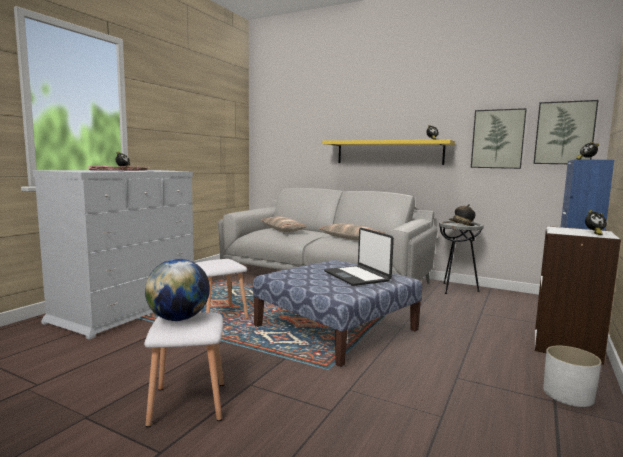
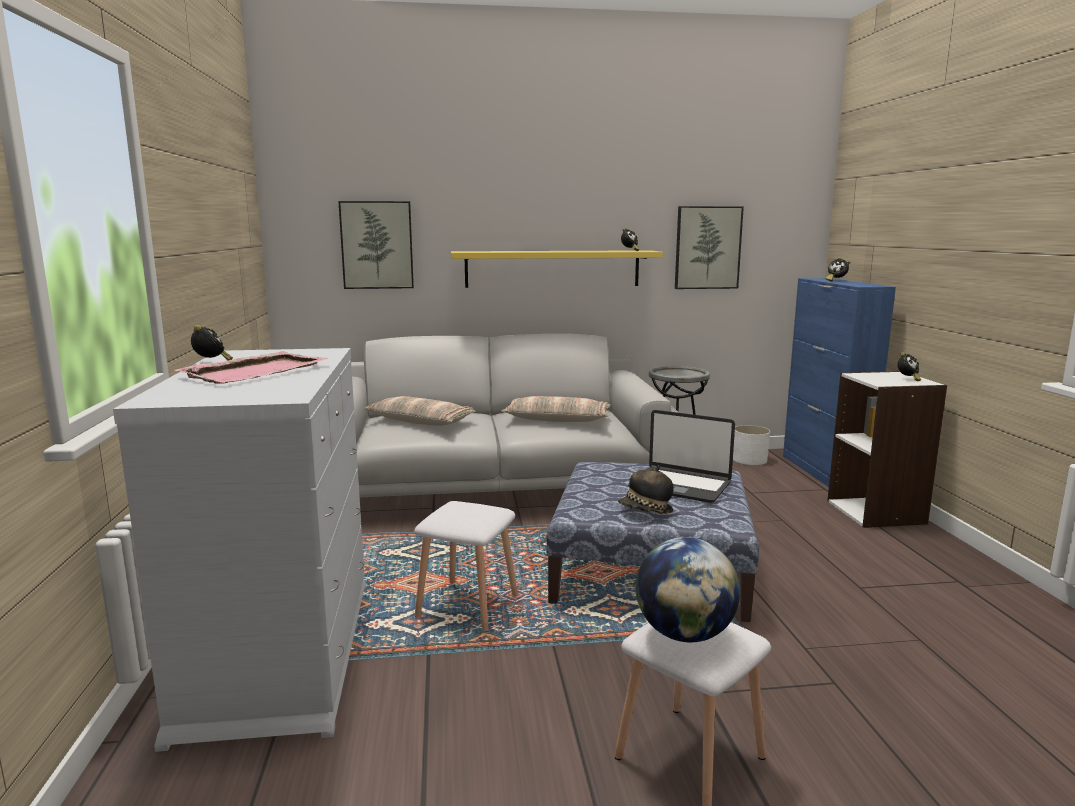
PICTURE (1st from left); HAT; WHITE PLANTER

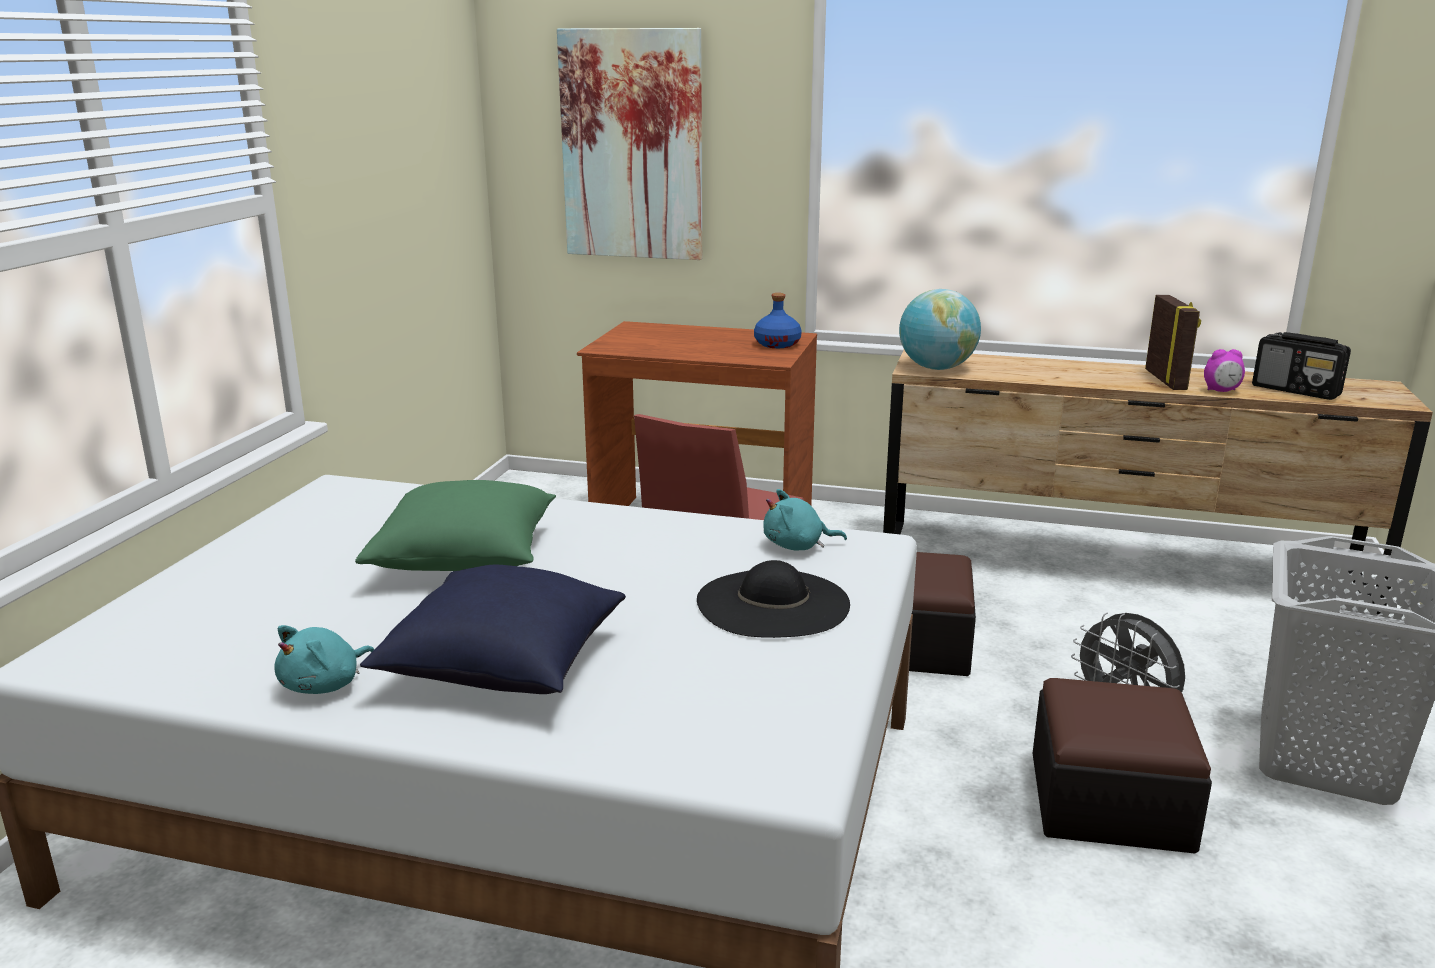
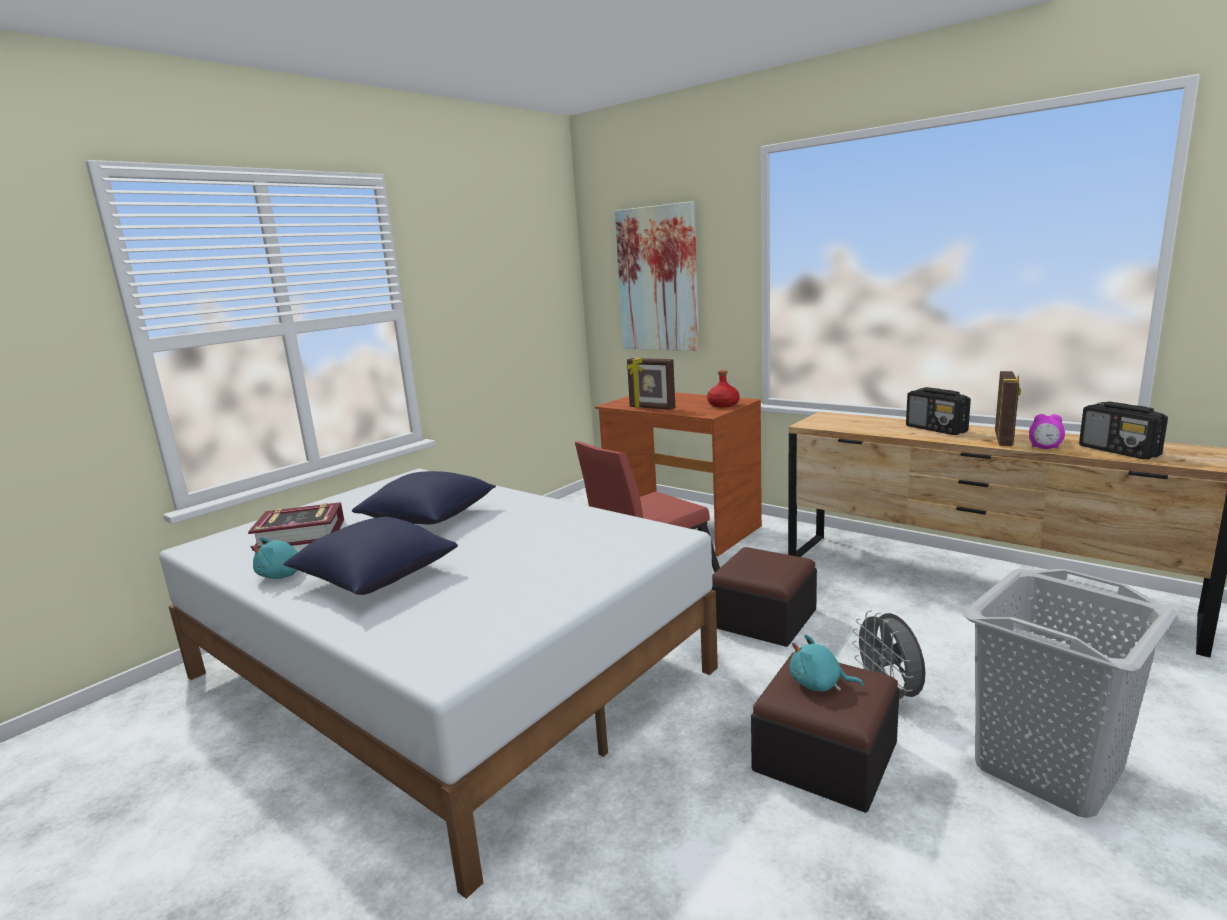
GLOBE; RED BOTTLE; BLUE PILLOW (2nd from left); TURQUOISE PLUSH TOY (2nd from left); BLACK HAT; PICTURE FRAME (1st from left); RADIO (1st from left); BOOK

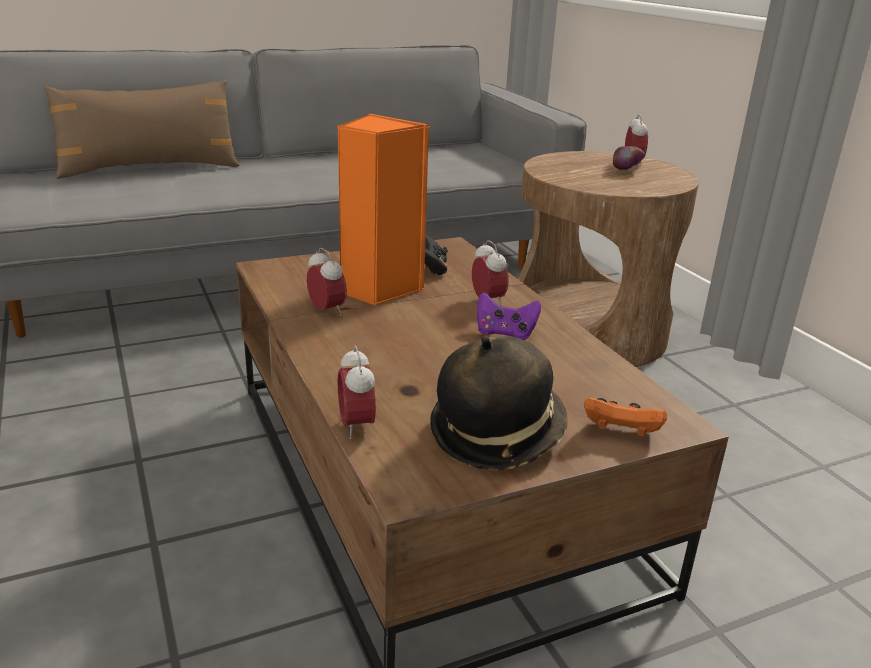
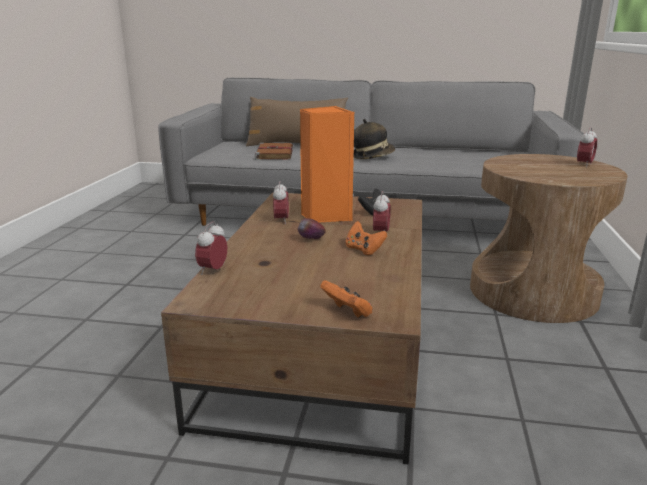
APPLE; ORANGE GAME CONTROLLER (2nd from left); HAT; BROWN BOOK

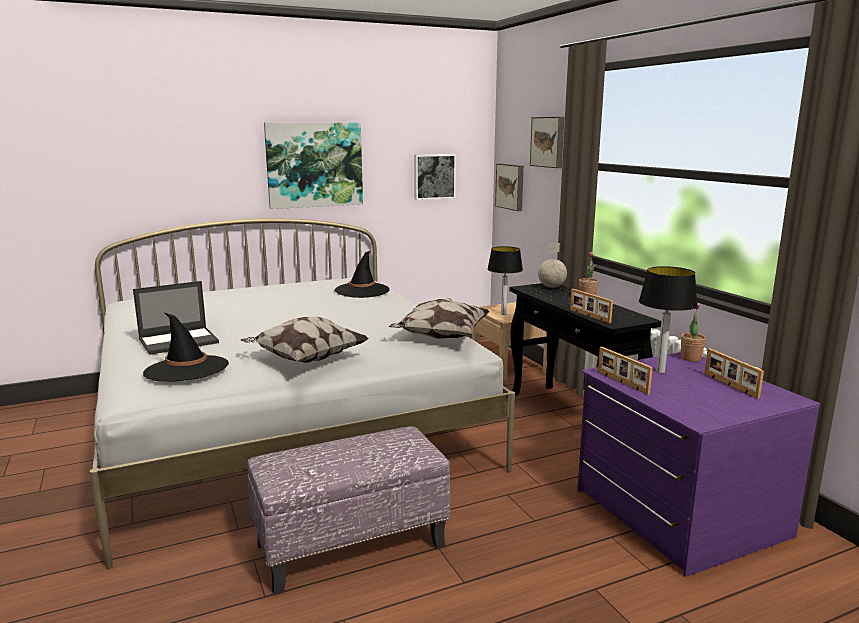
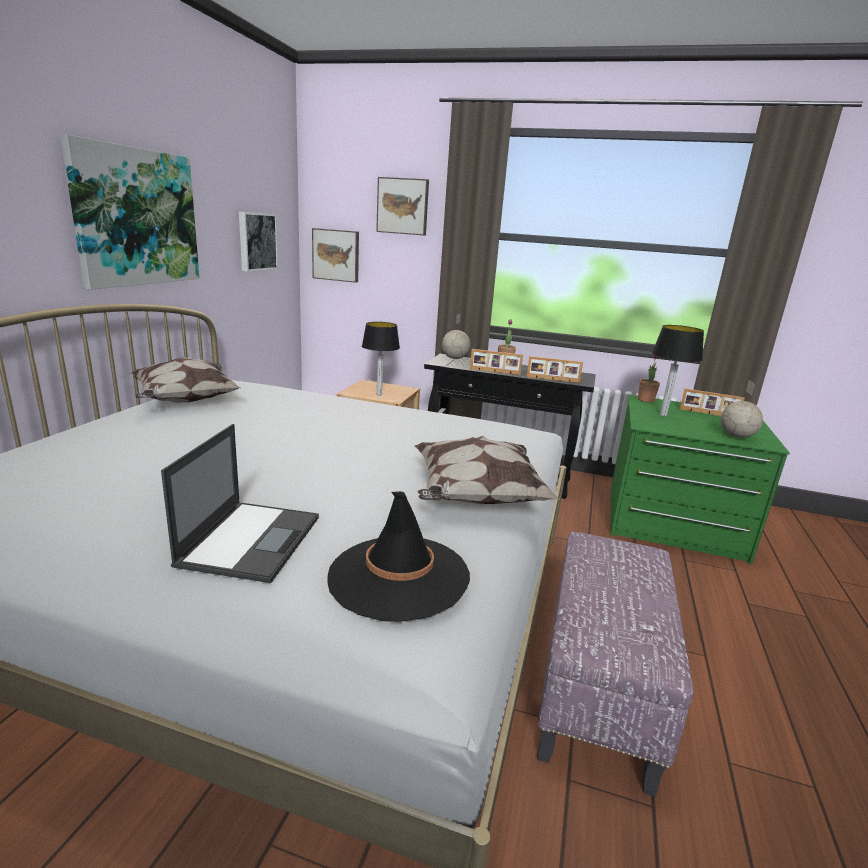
BLACK HAT (2nd from left in the first image); PILLOW (1st from left); PICTURE FRAME (1st from left); GREEN DRESSER; GLOBE (2nd from left)

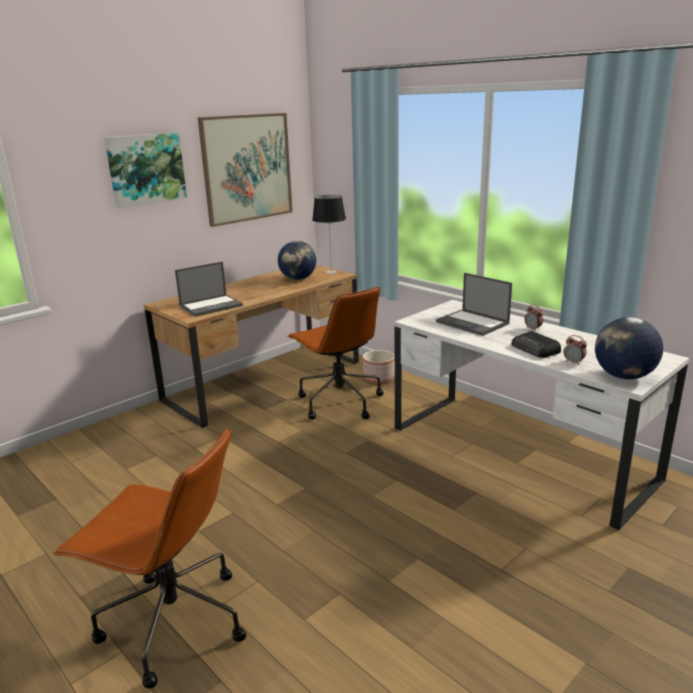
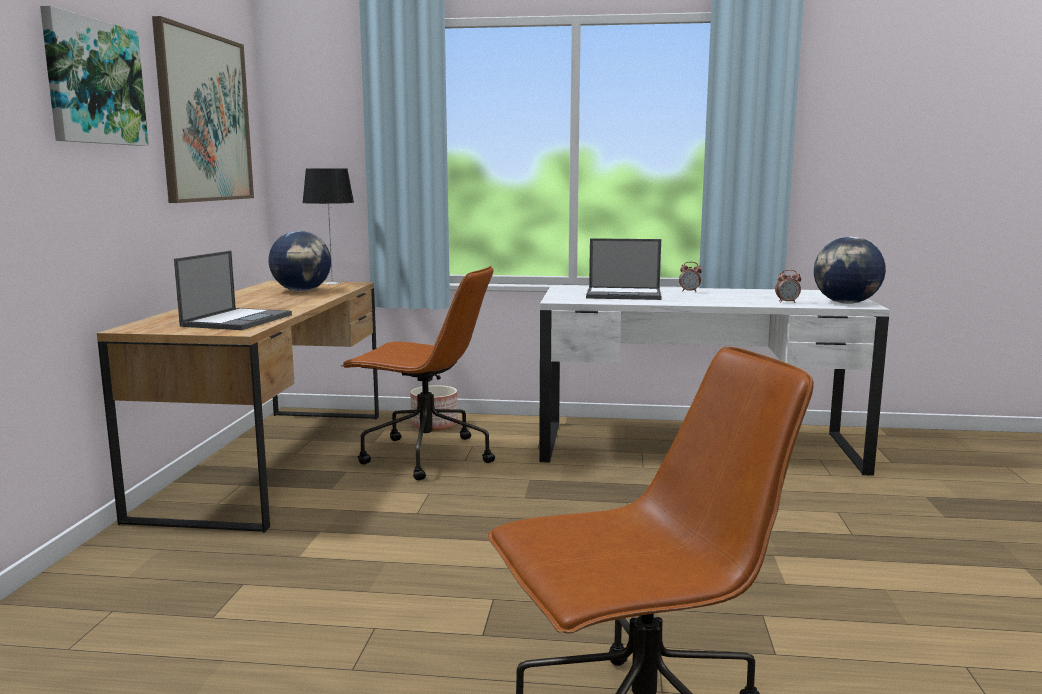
RADIO

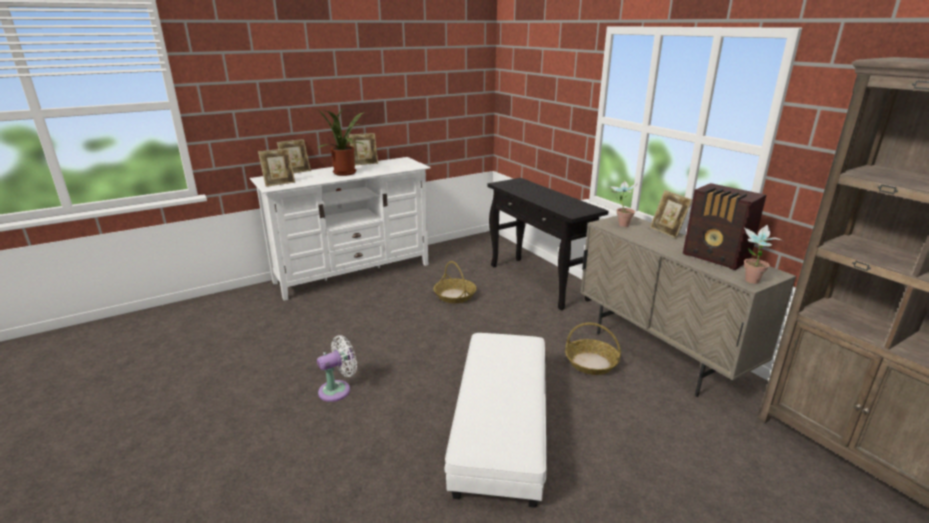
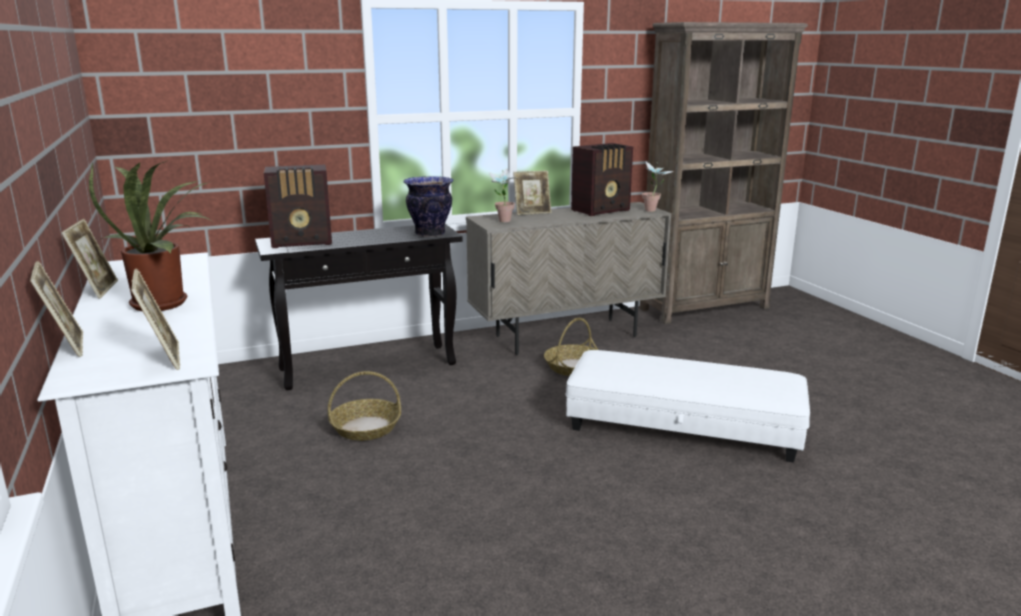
WHITE FAN; RADIO (1st from left); VASE

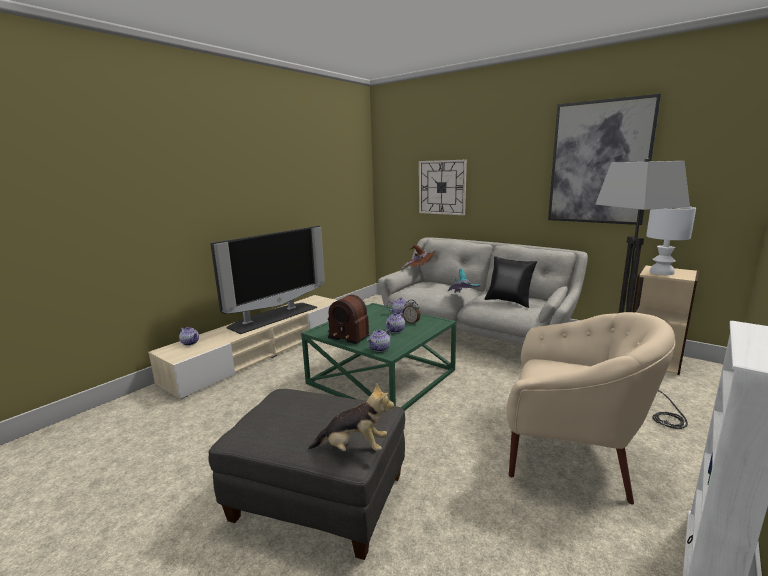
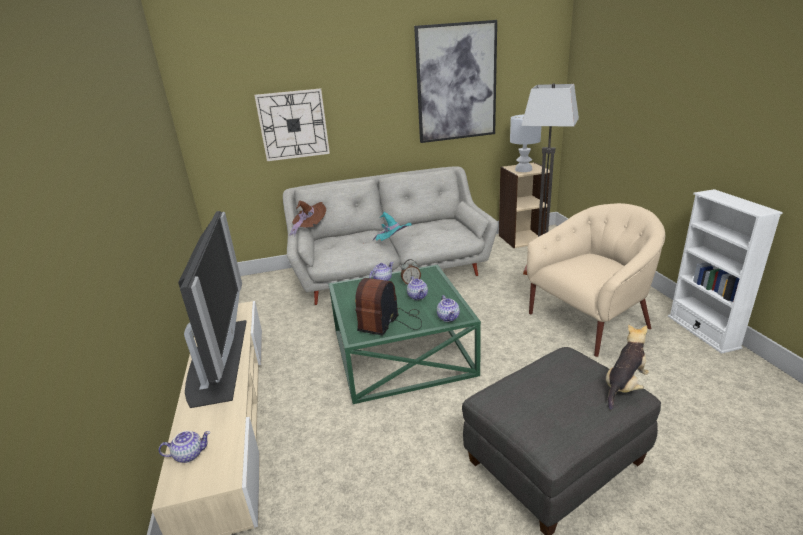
BLACK PILLOW; RADIO

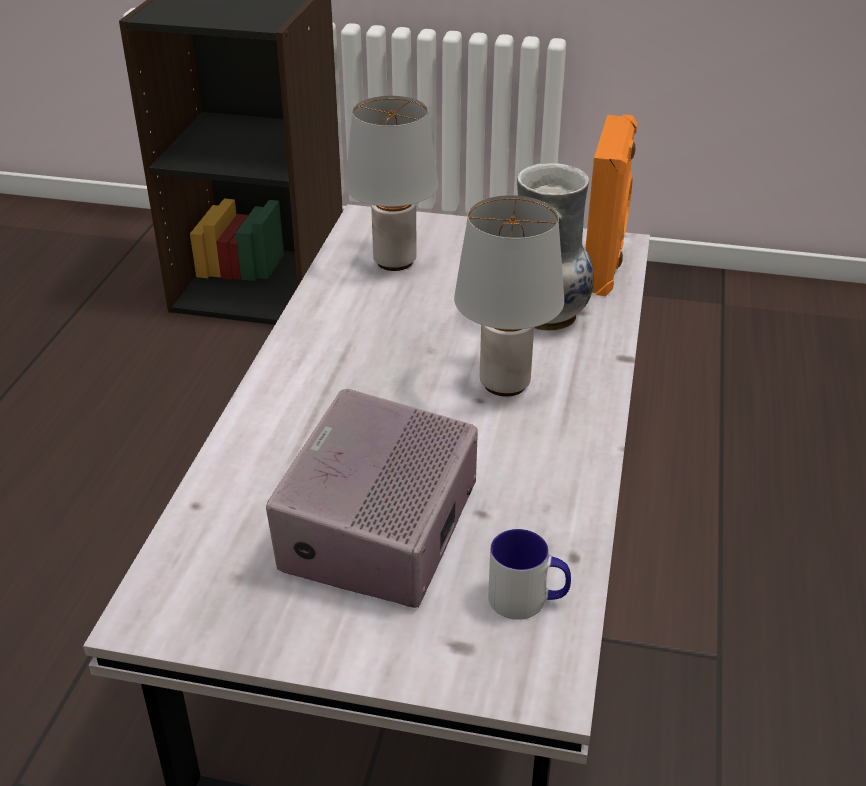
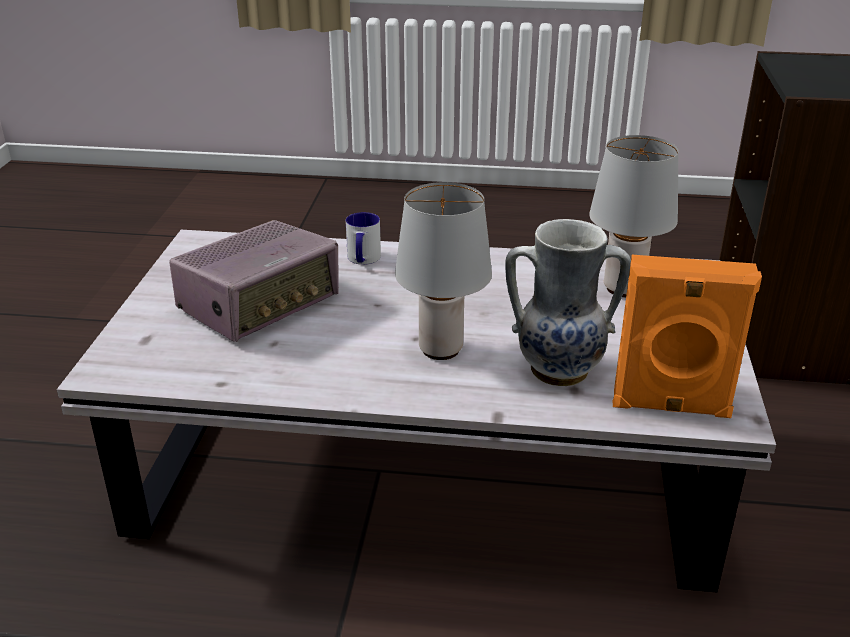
RADIO; MUG

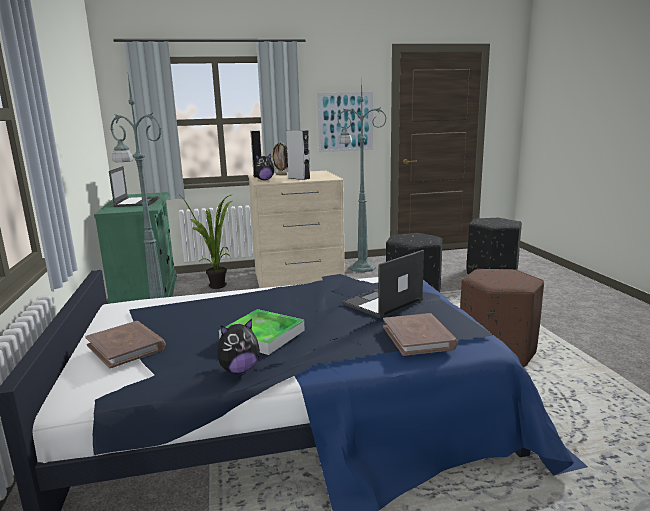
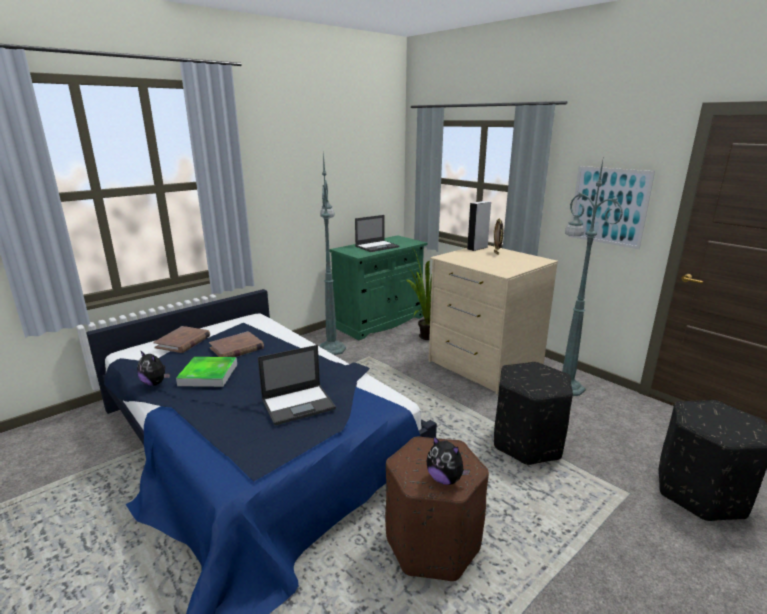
GREY SPEAKER (2nd from left in the first image); PLUSH TOY (2nd from left); LAPTOP (1st from left); BROWN BOOK (2nd from left)

